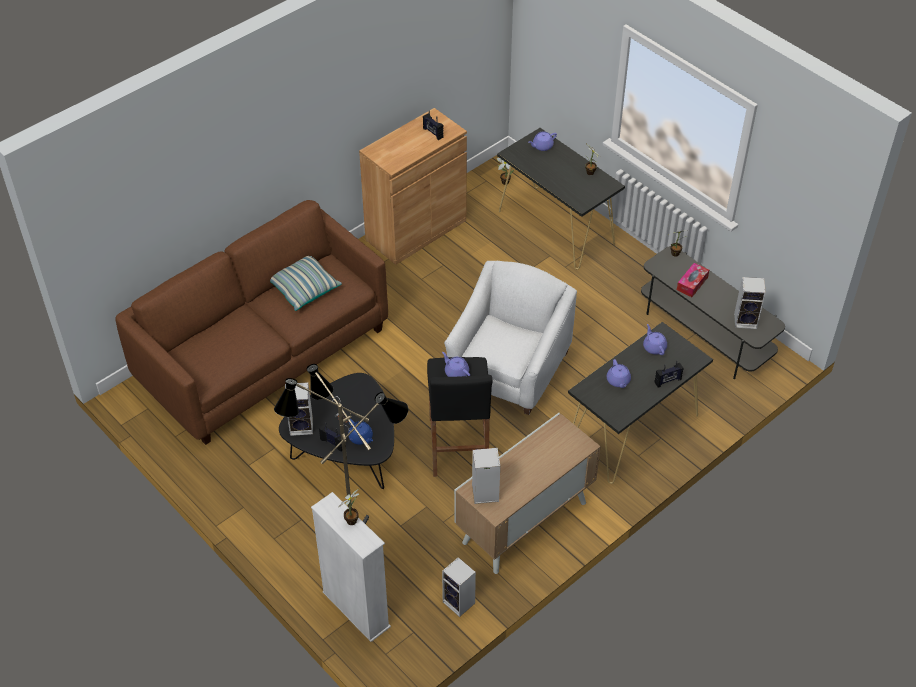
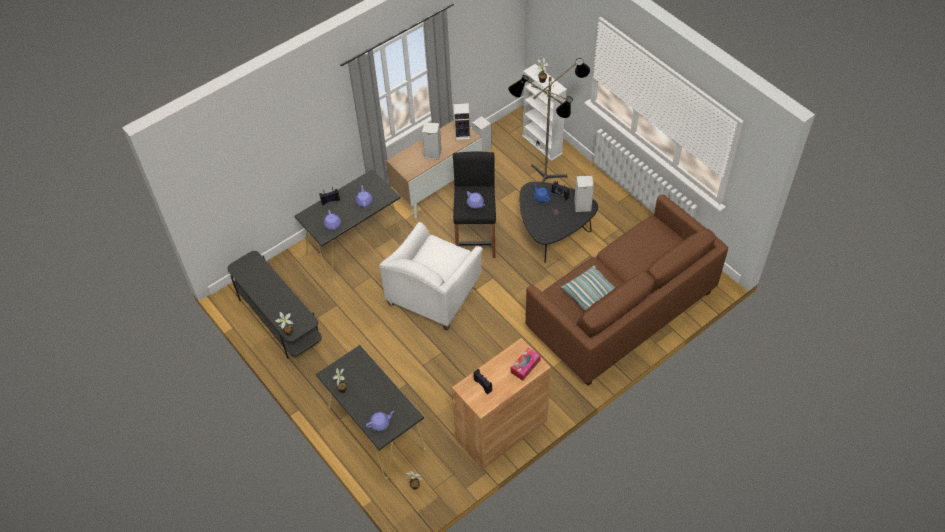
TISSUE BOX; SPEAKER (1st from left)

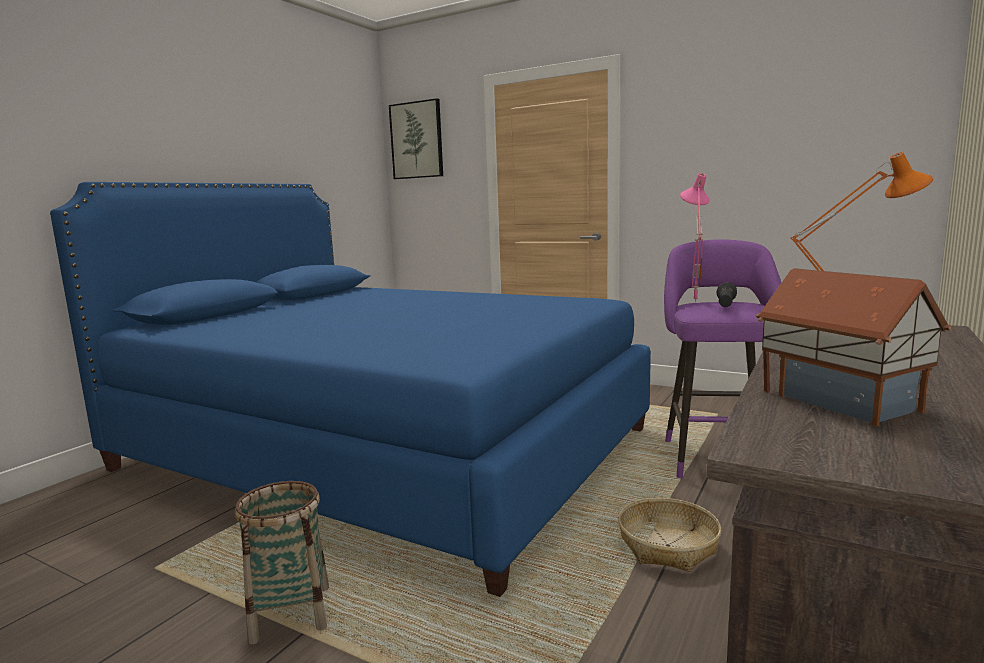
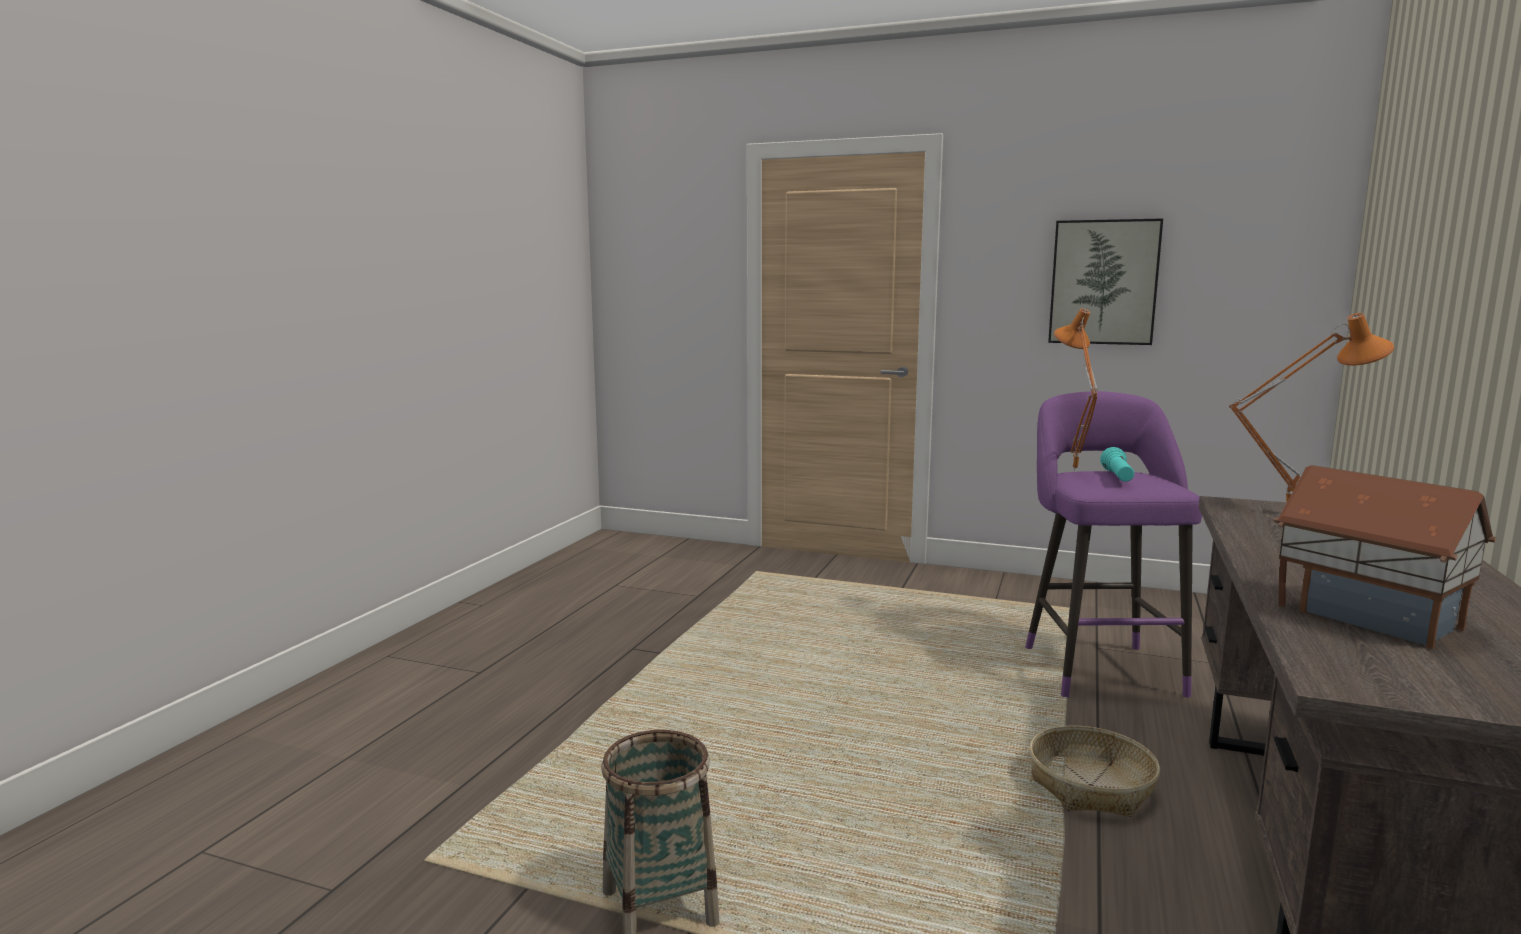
PICTURE; ORANGE TABLE LAMP (1st from left); BLUE BED; TURQUOISE FLASHLIGHT

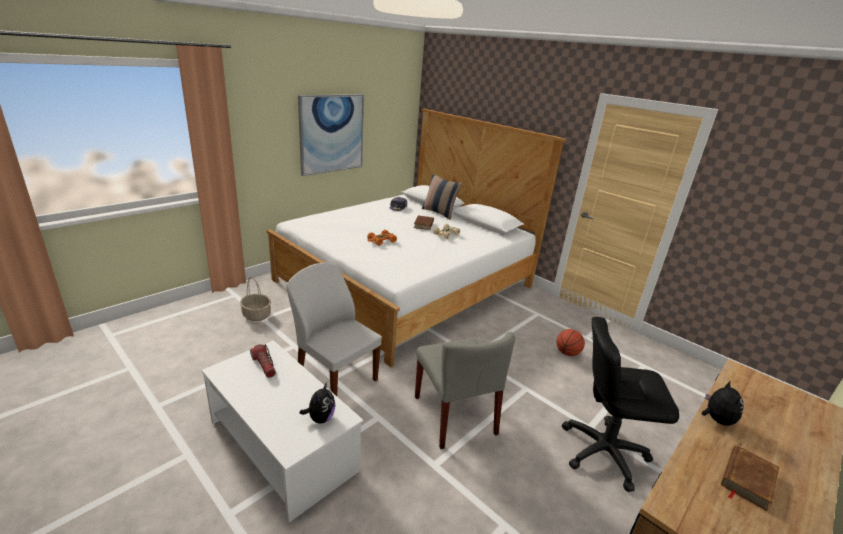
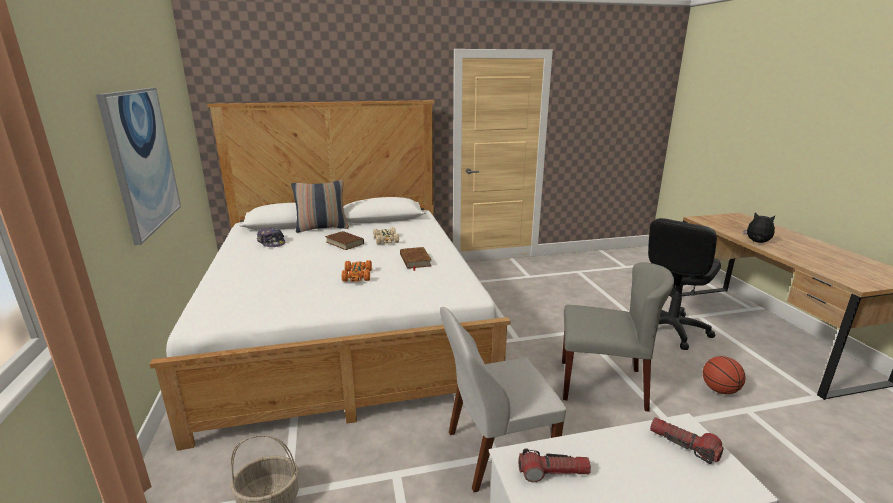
BASKETBALL; FLASHLIGHT (2nd from left); BROWN BOOK (2nd from left)

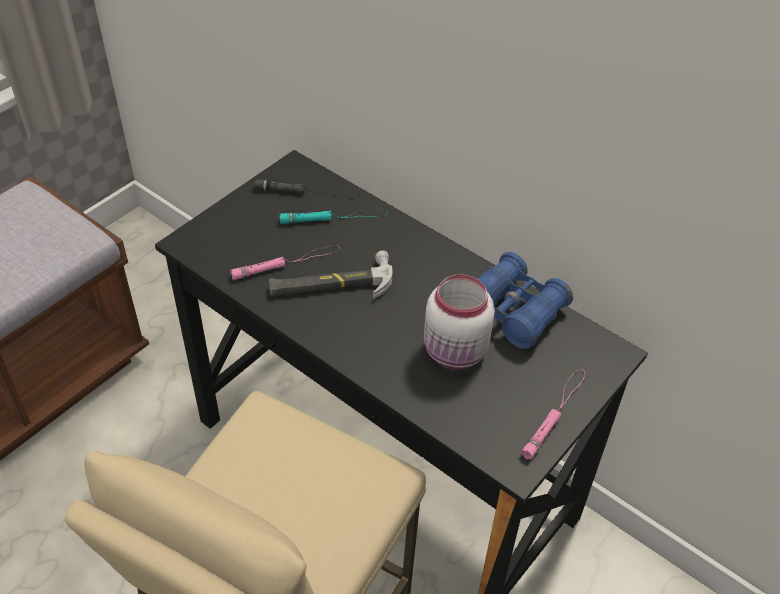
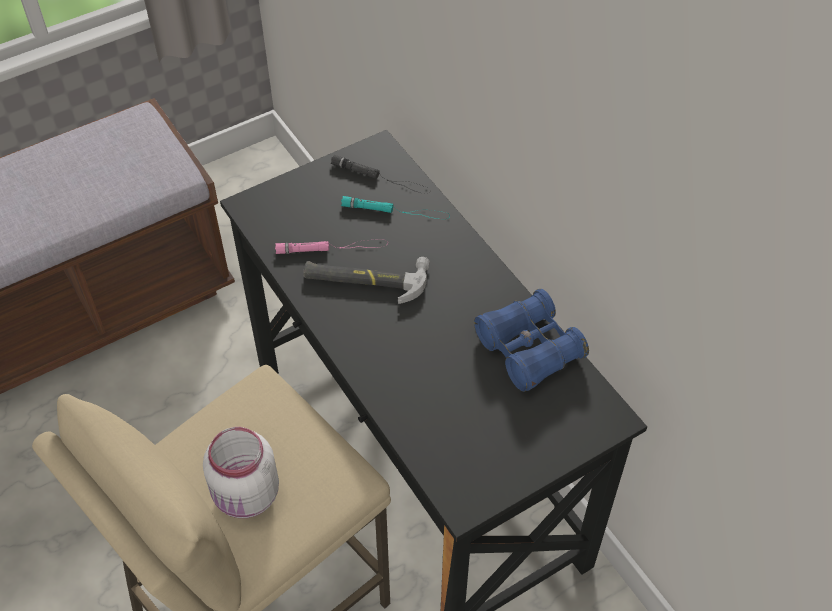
WHITE JAR; PINK FLASHLIGHT (2nd from left in the first image)

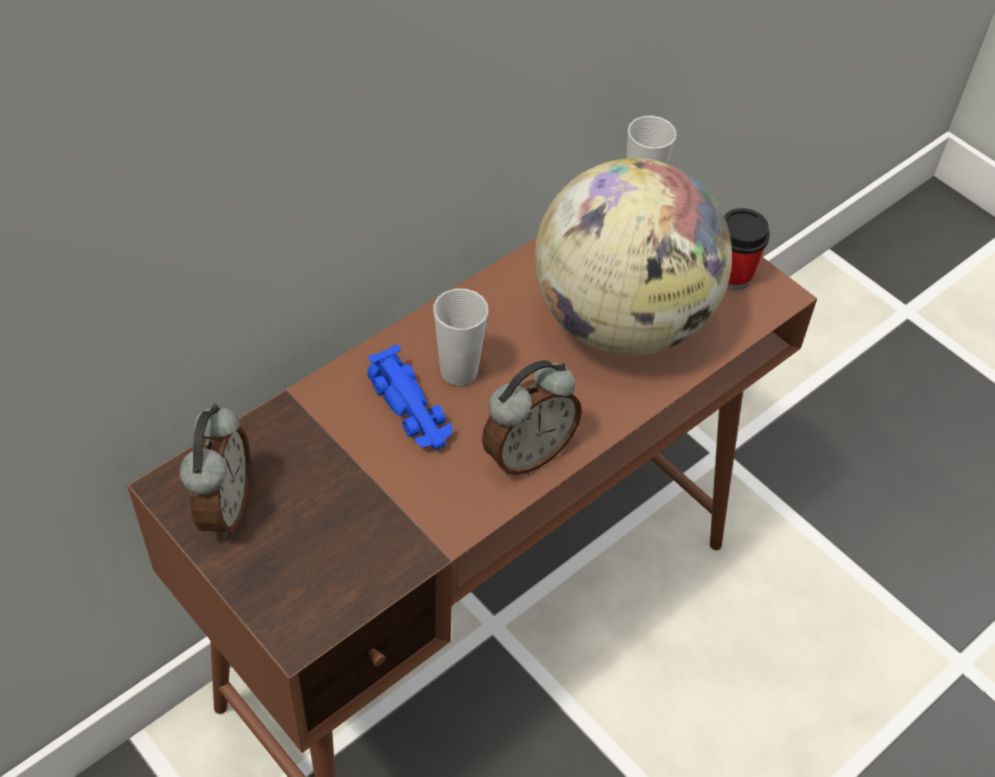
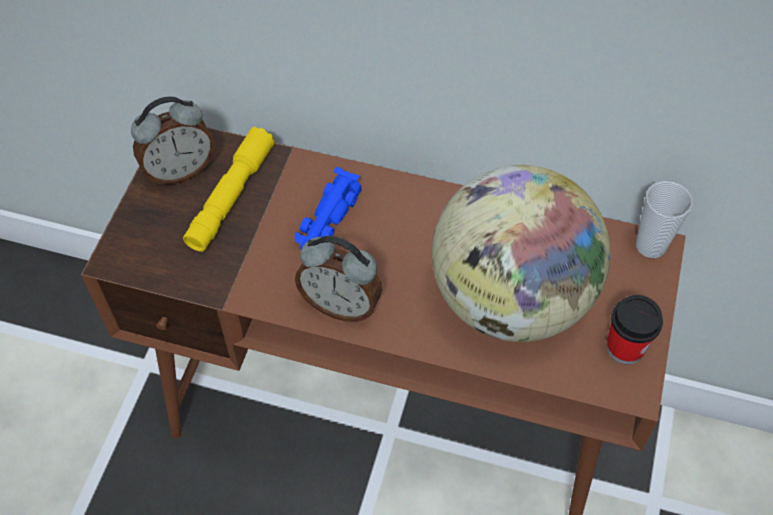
CUP (1st from left in the first image); YELLOW FLASHLIGHT

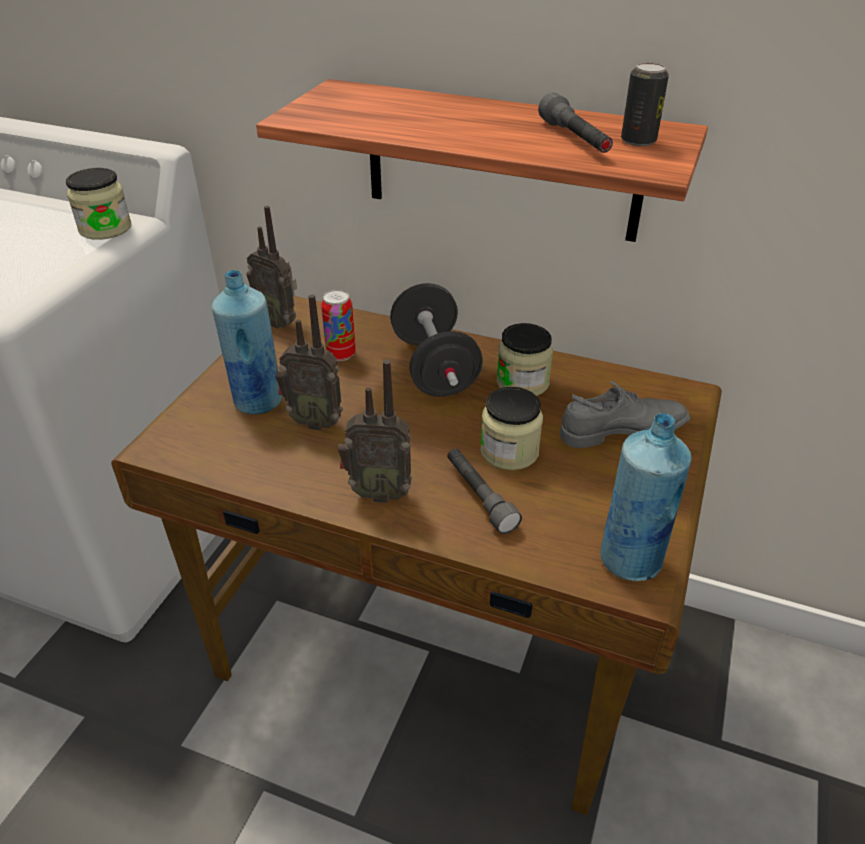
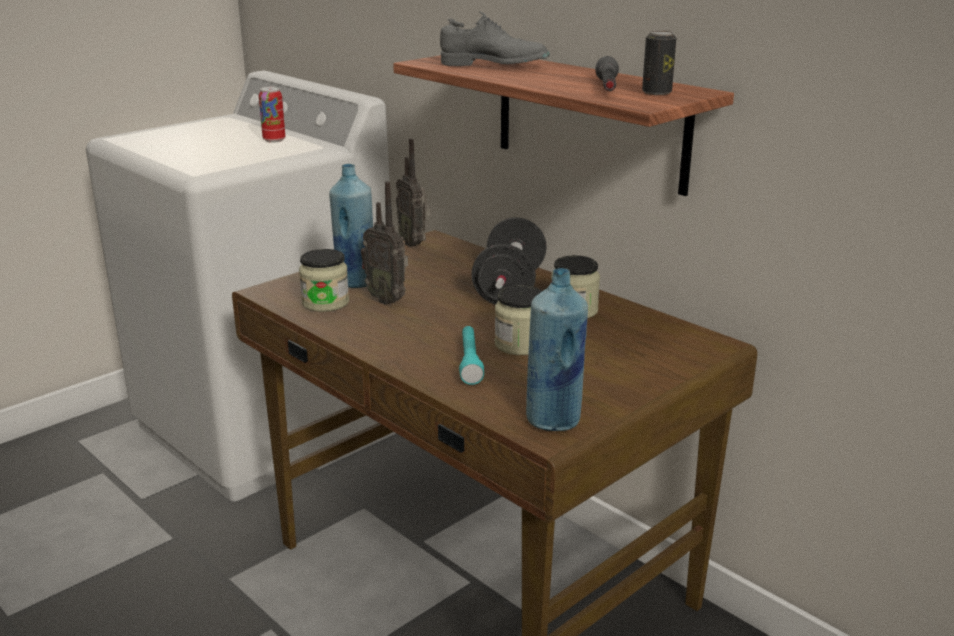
JAR (1st from left); CAN (1st from left); RADIO (3rd from left in the first image); GREY SHOE; TURQUOISE FLASHLIGHT

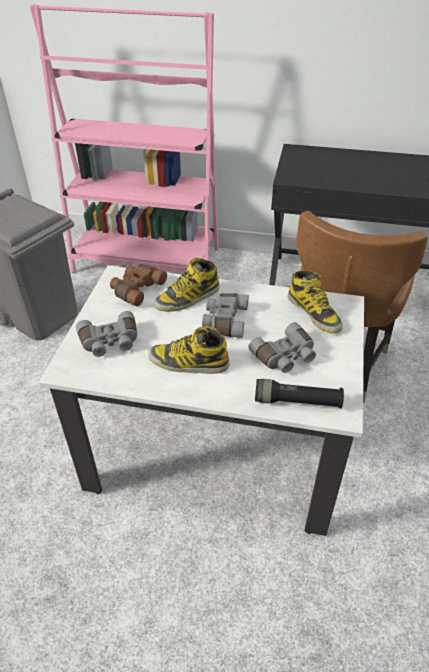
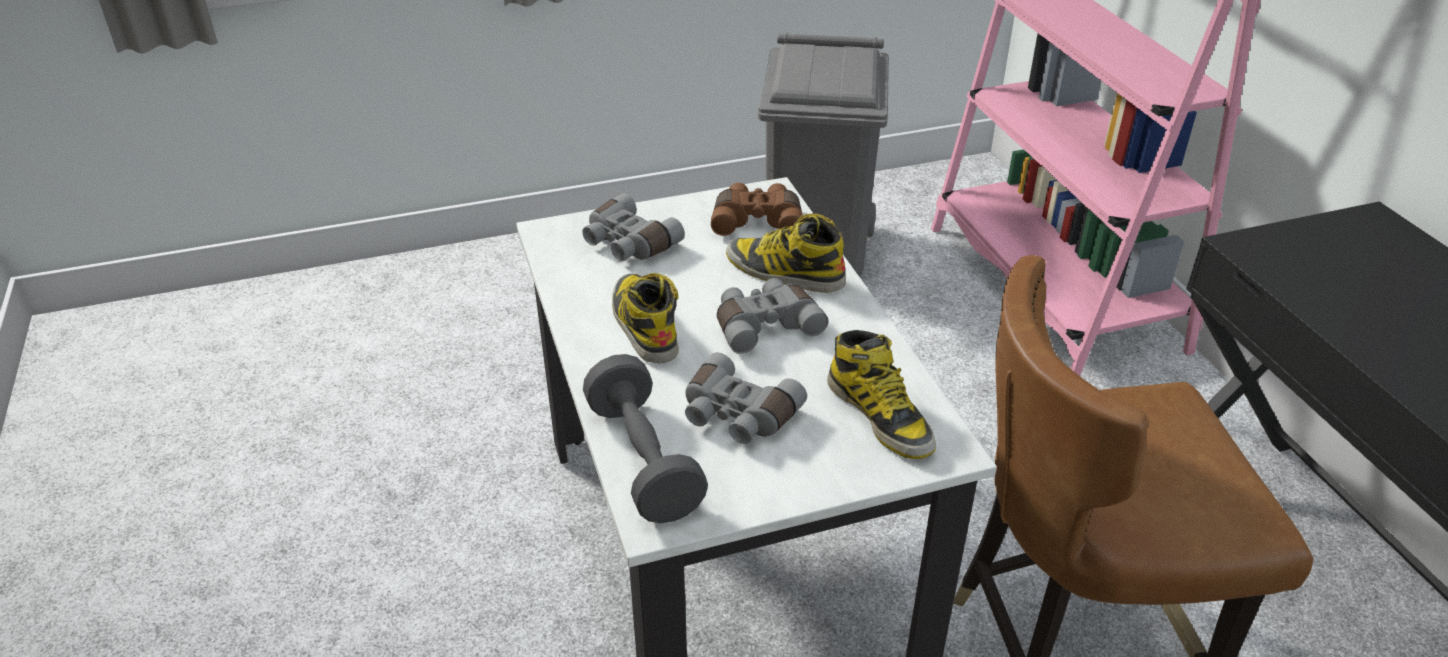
BOOT (3rd from left); GREY DUMBBELL

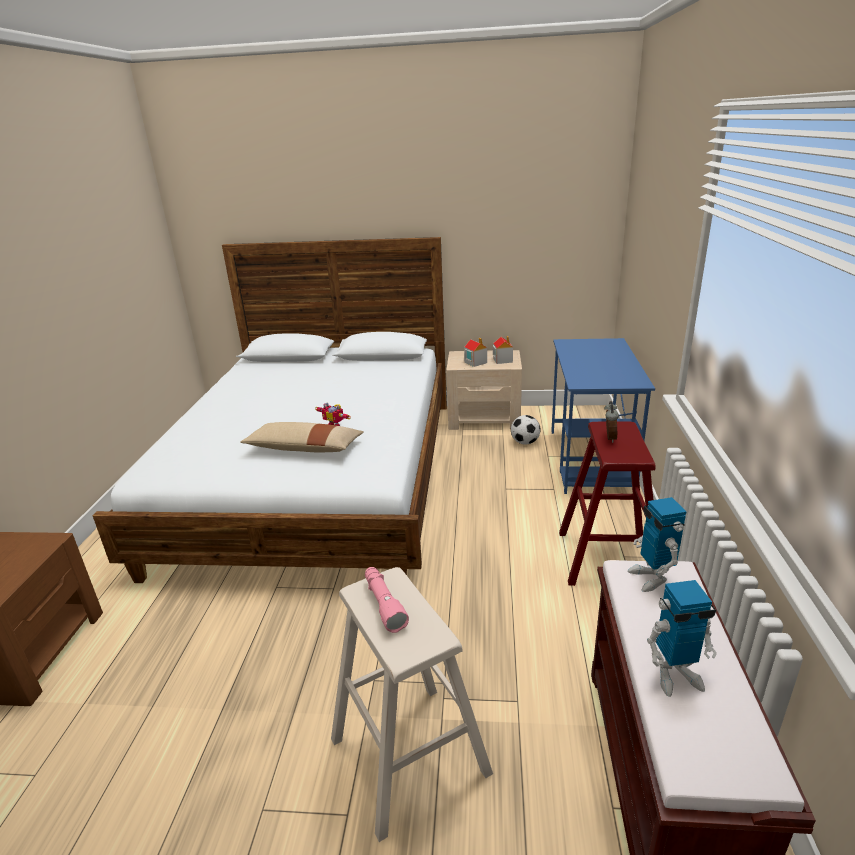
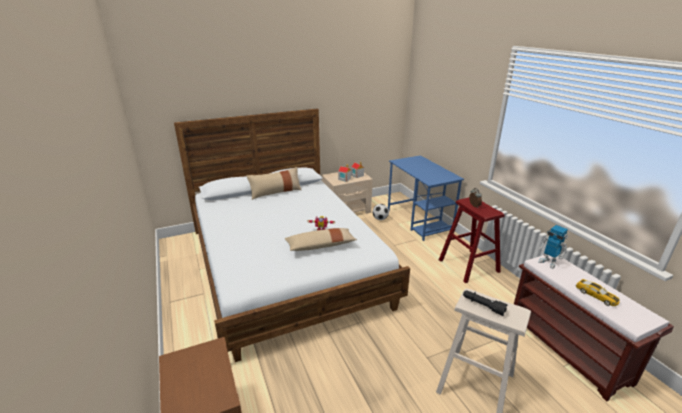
BLACK FLASHLIGHT; TOY CAR; BEIGE PILLOW (1st from left)

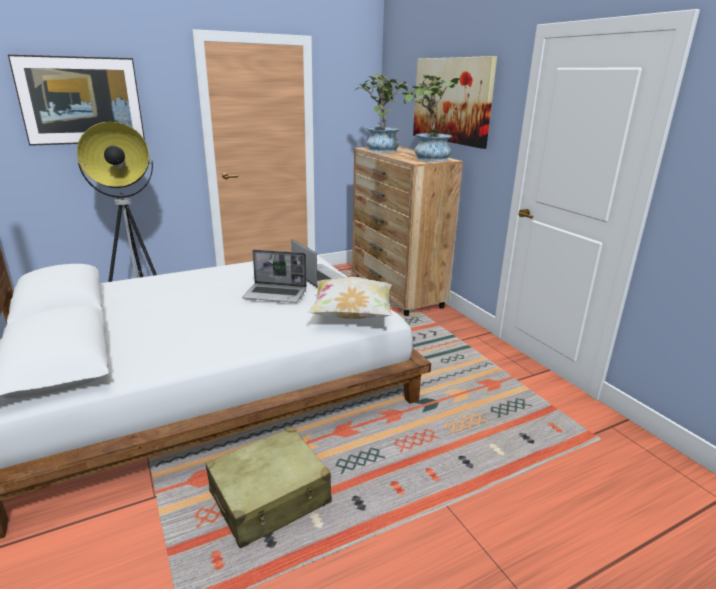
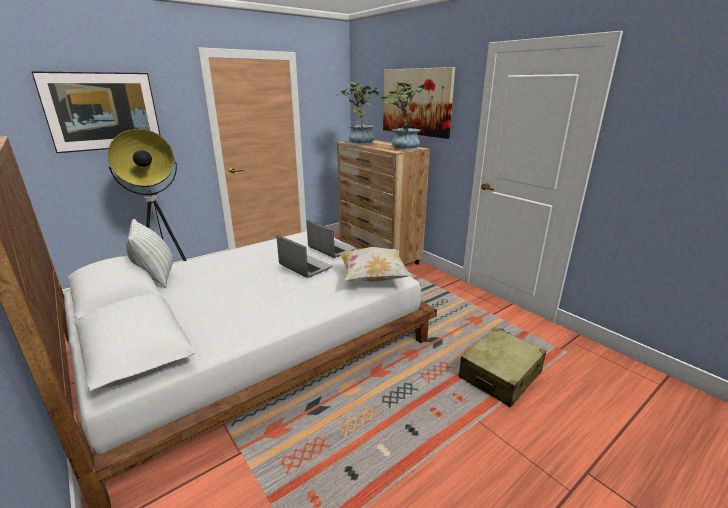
LAPTOP (1st from left); BEIGE SUITCASE; PILLOW (1st from left)

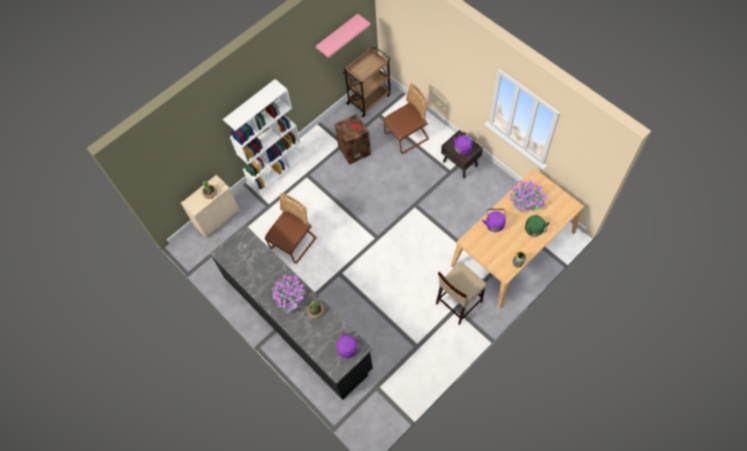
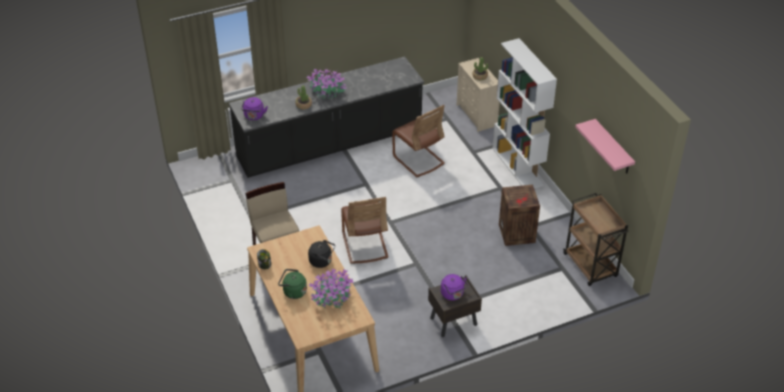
BROWN CHAIR (1st from left); BLACK KETTLE

